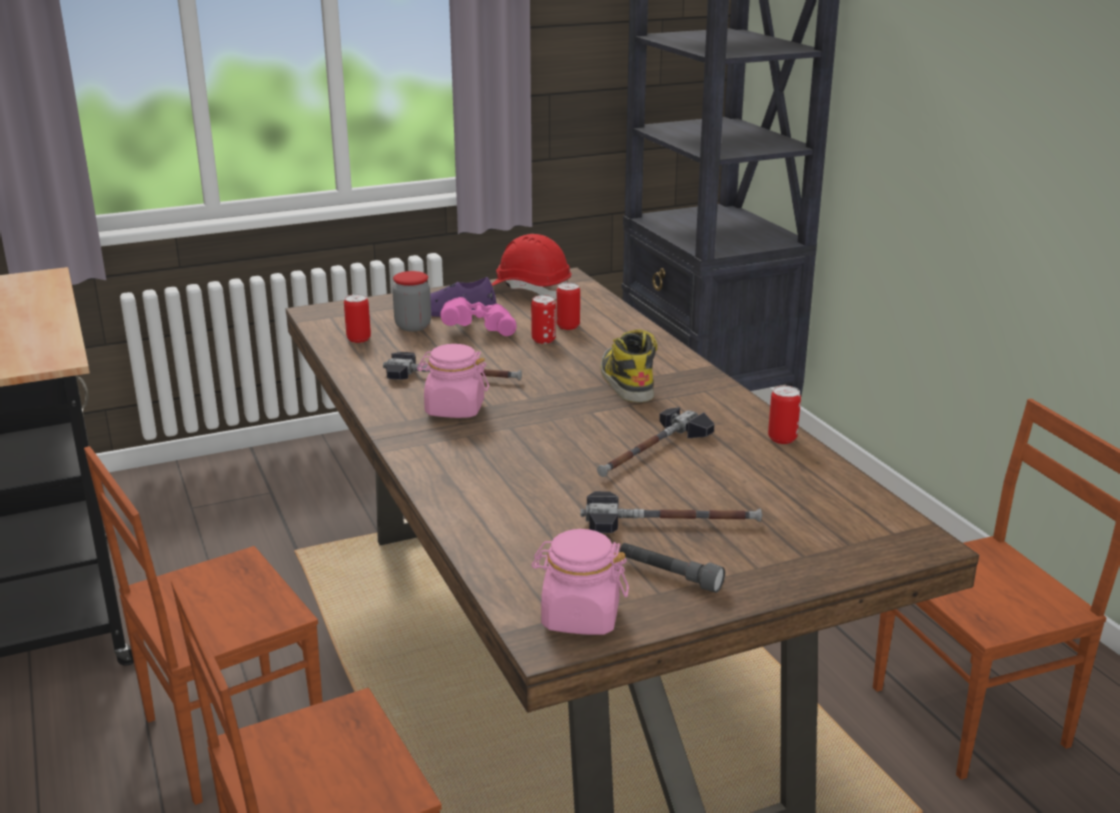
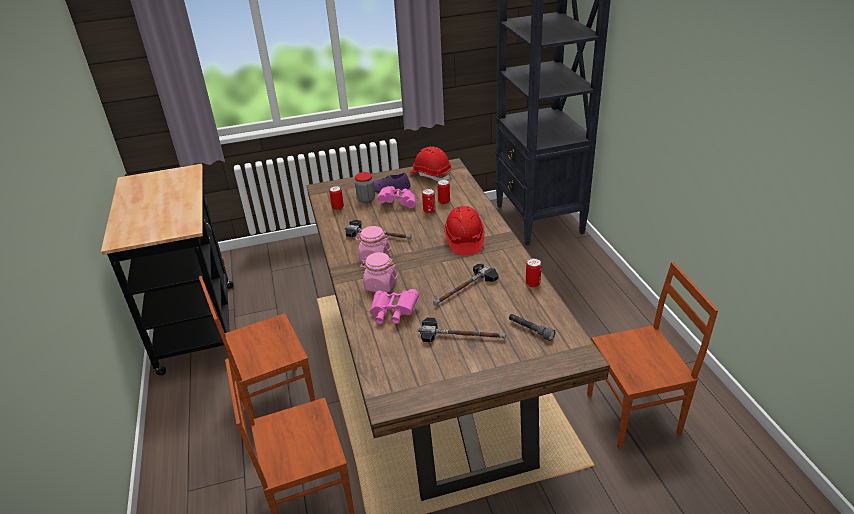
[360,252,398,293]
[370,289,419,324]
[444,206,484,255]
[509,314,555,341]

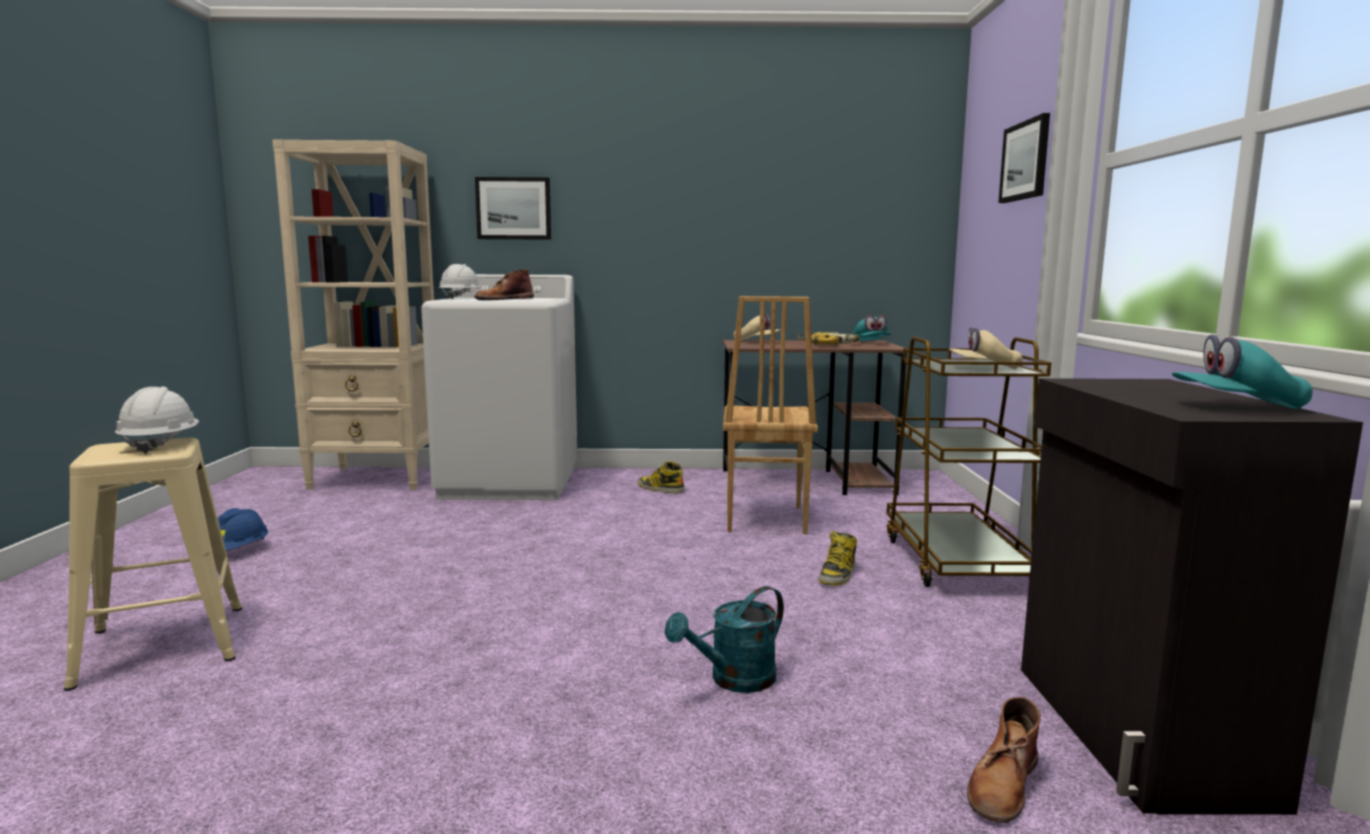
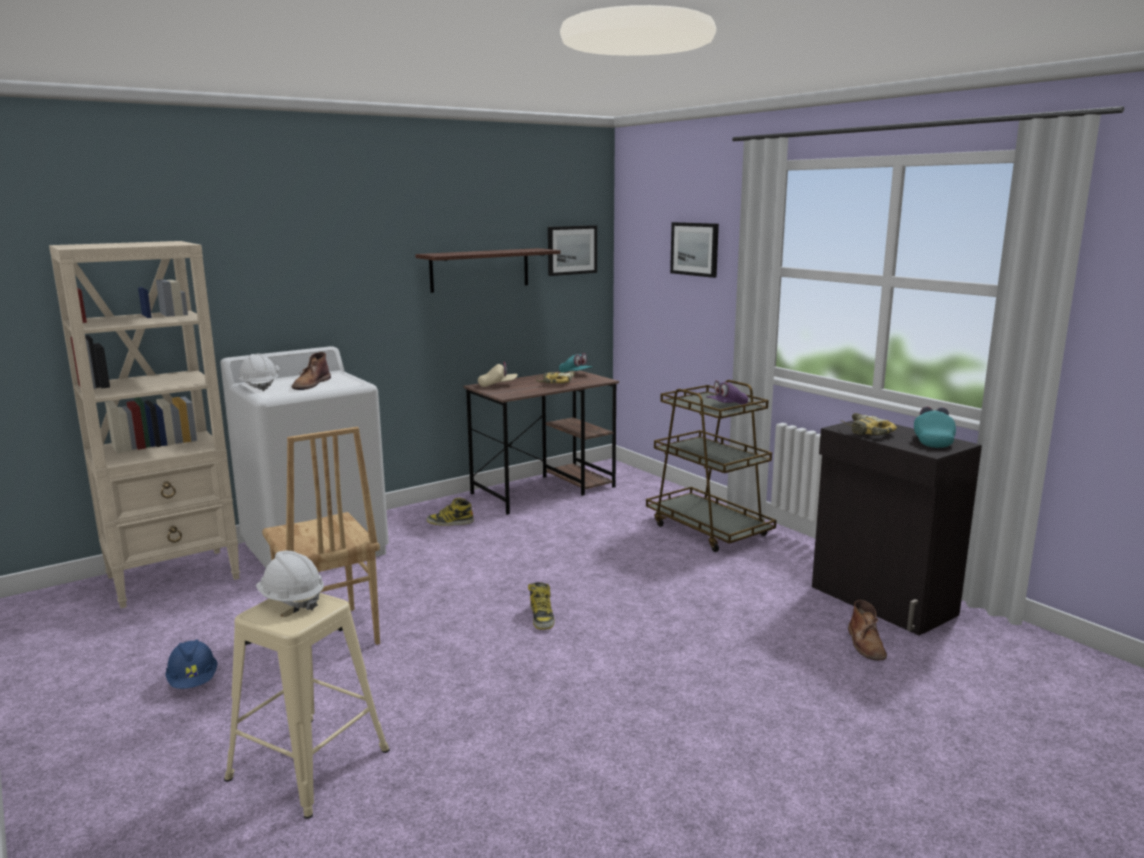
[262,427,380,645]
[415,248,561,293]
[528,582,555,630]
[548,225,597,276]
[707,380,748,405]
[840,413,897,435]
[914,407,956,448]
[665,586,784,693] (first image)

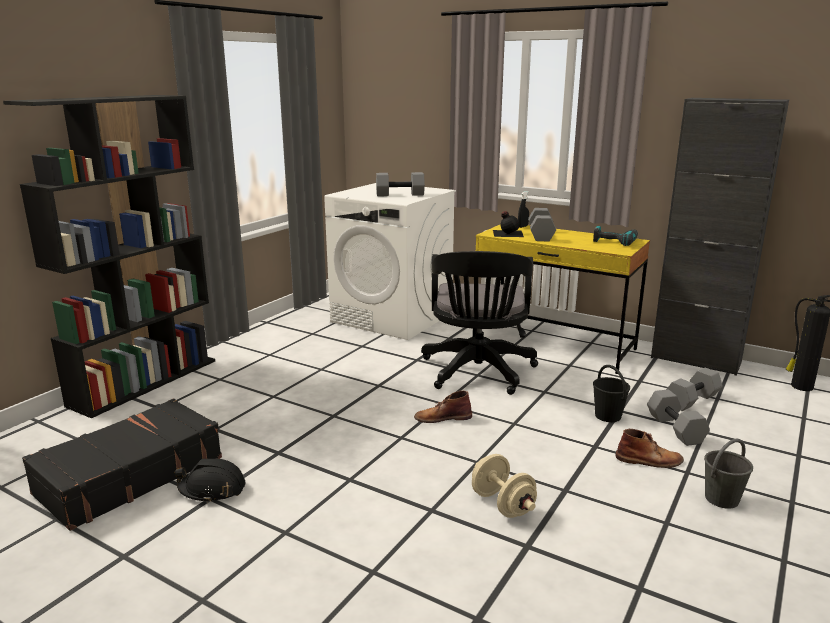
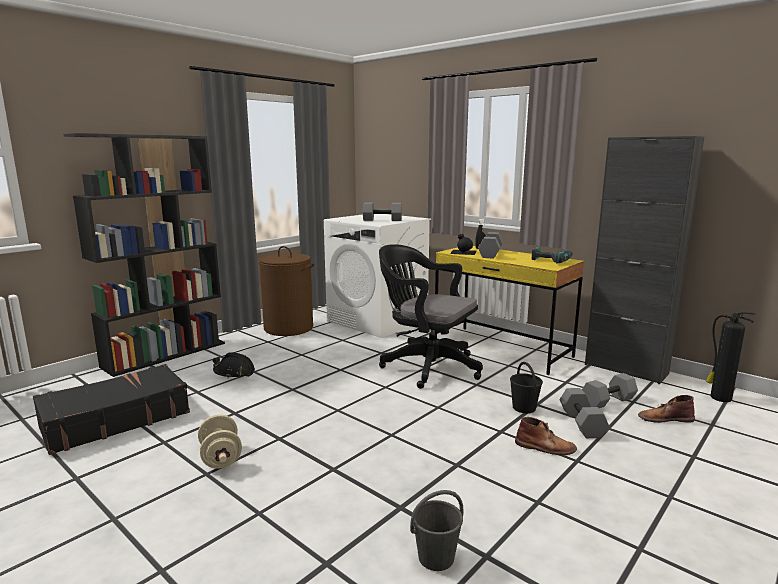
[198,414,242,469]
[212,353,255,378]
[258,246,314,336]
[379,244,483,389]
[410,490,463,571]
[638,395,695,423]

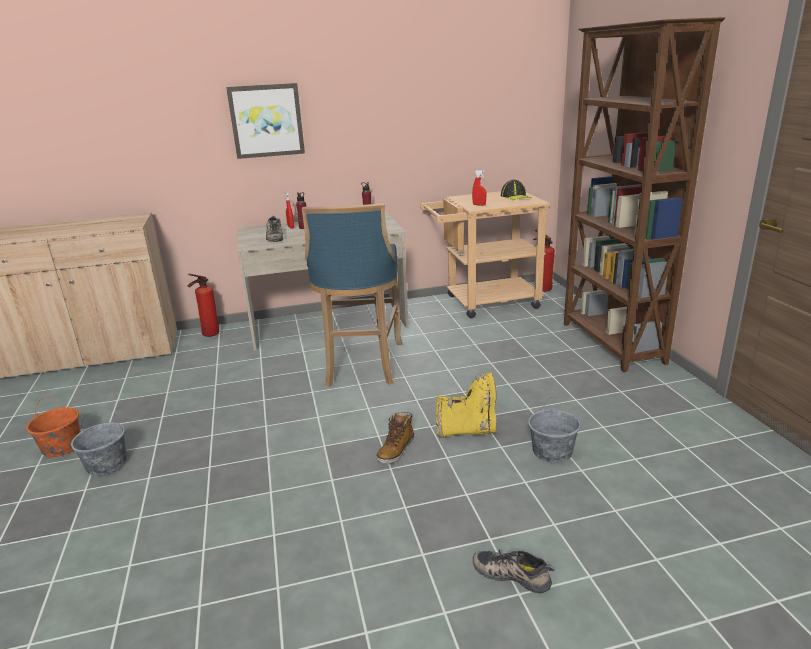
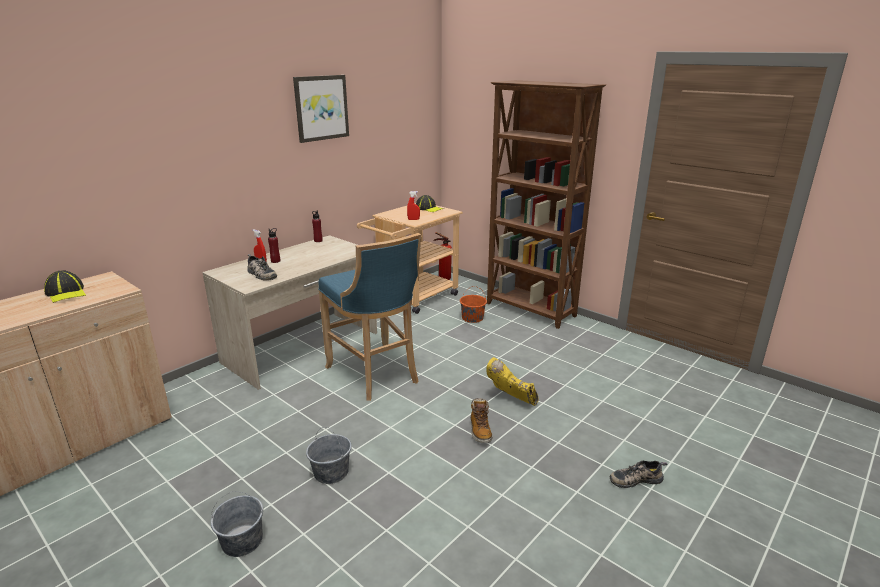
[44,271,86,303]
[293,75,349,143]
[306,427,351,484]
[460,286,487,323]
[486,357,539,406]
[187,273,219,337] (first image)

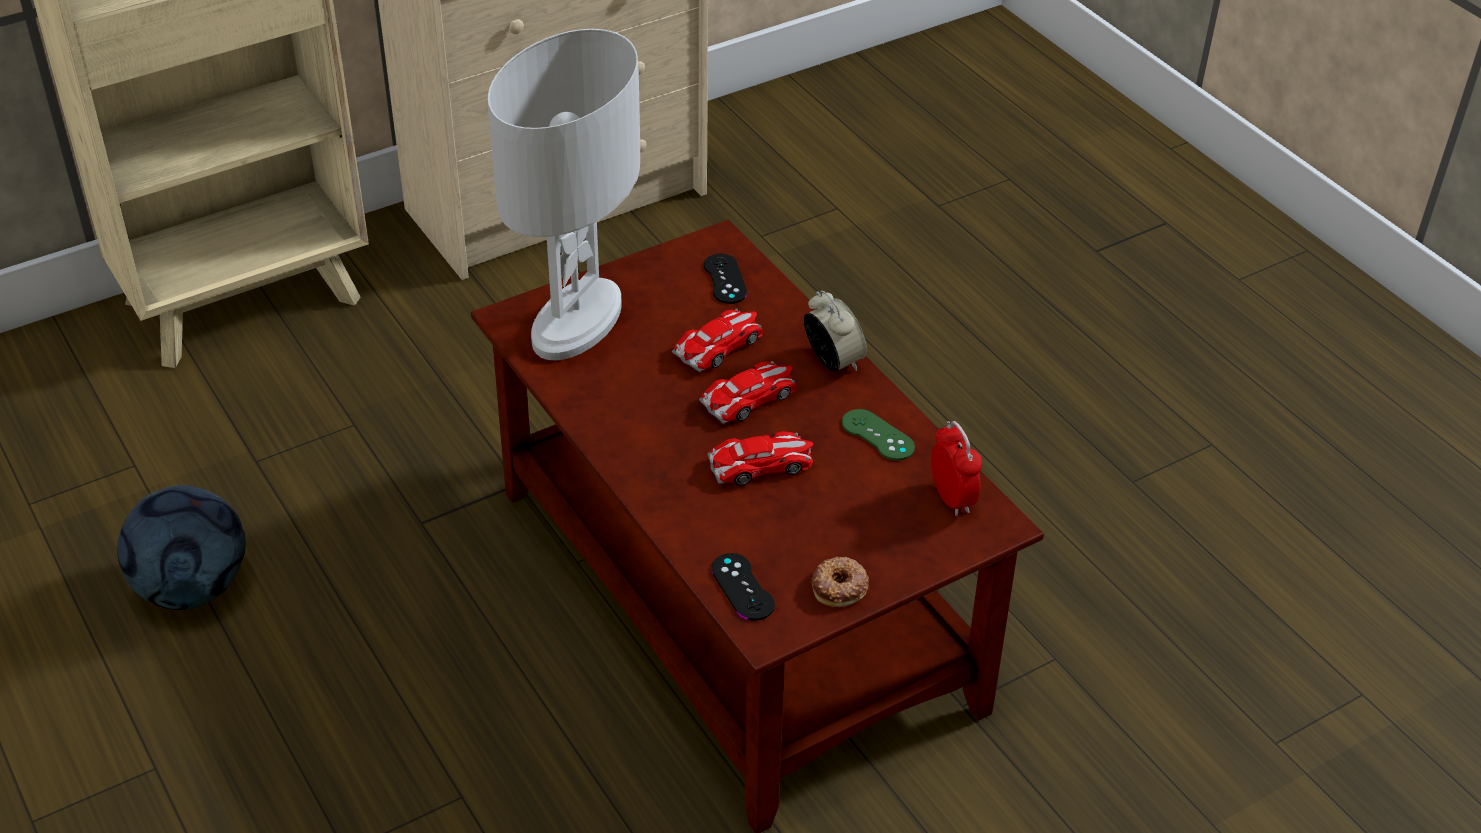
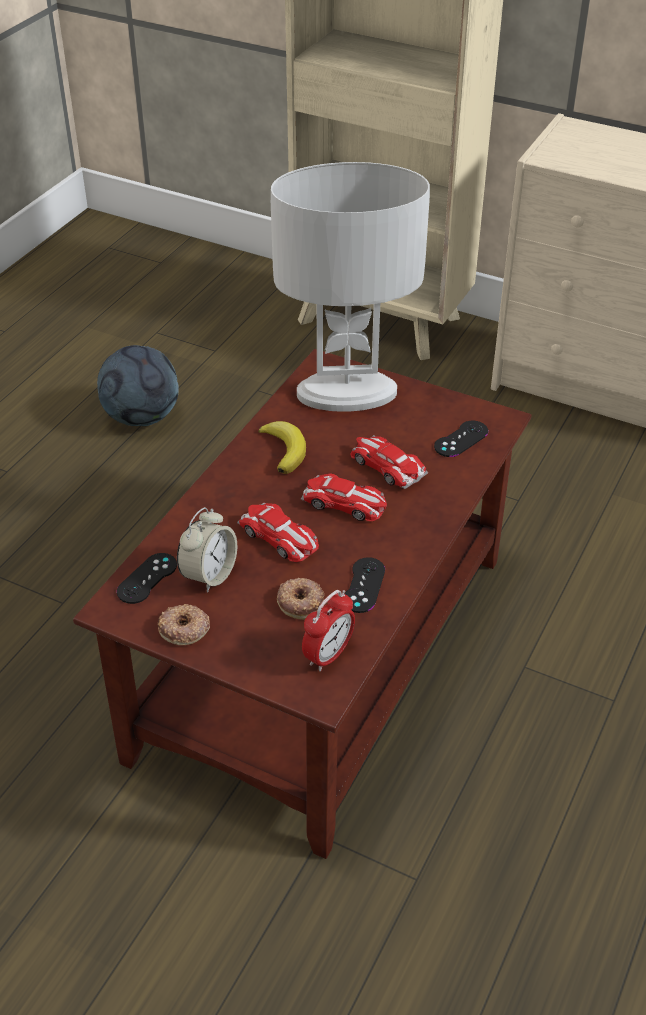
[177,507,237,593]
[258,421,306,474]
[277,578,324,620]
[344,557,385,613]
[350,435,428,489]

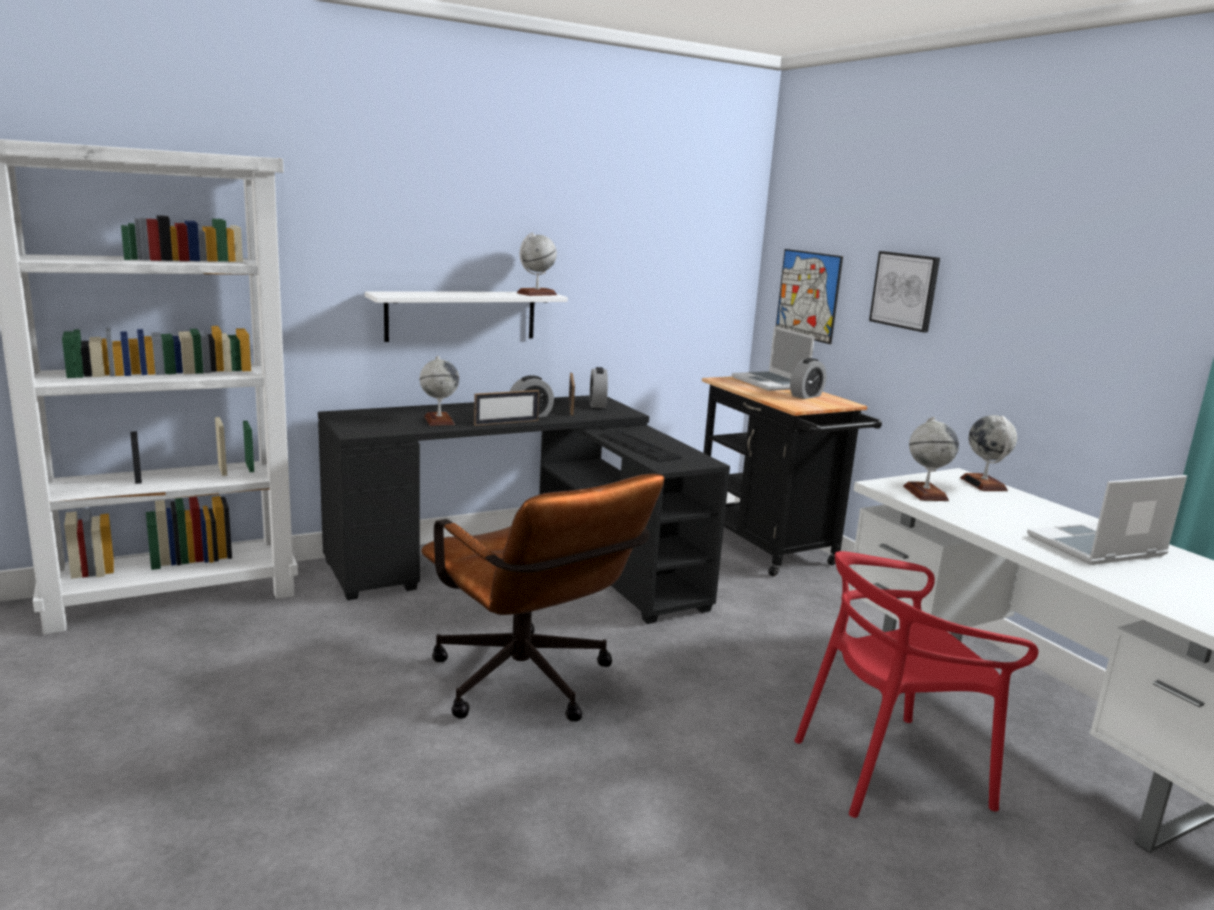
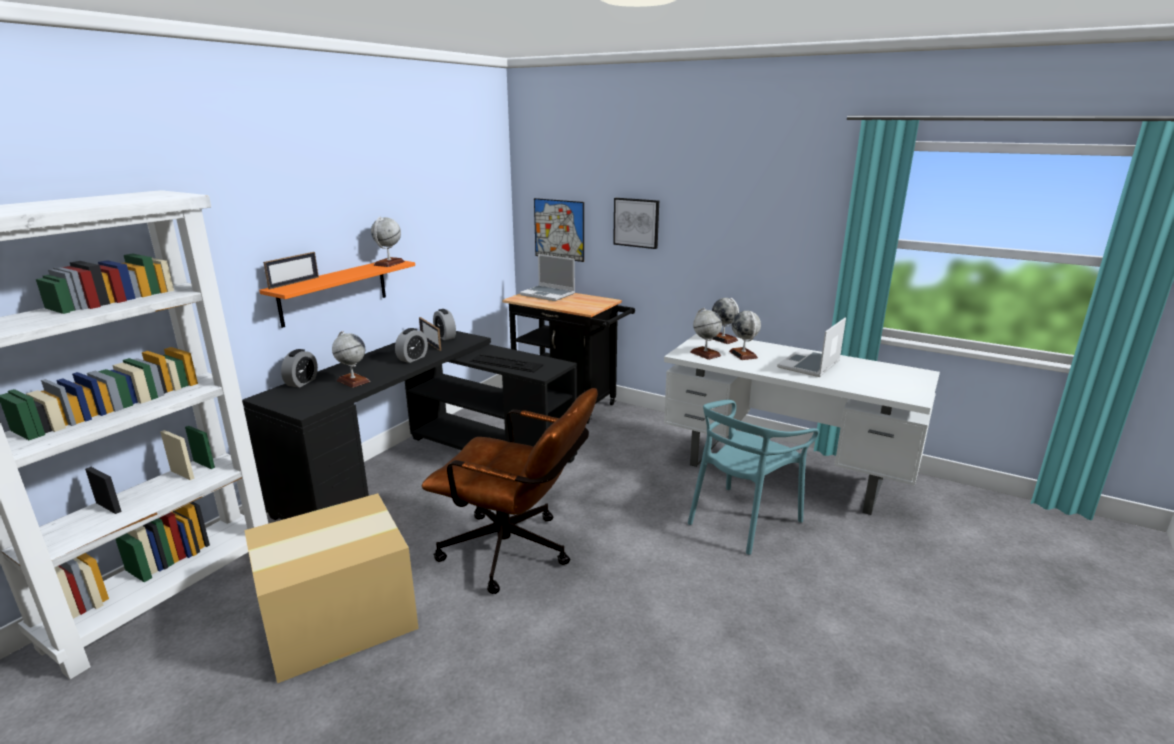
[244,493,419,683]
[259,261,415,328]
[263,252,319,289]
[281,349,318,388]
[688,400,819,555]
[729,311,761,360]

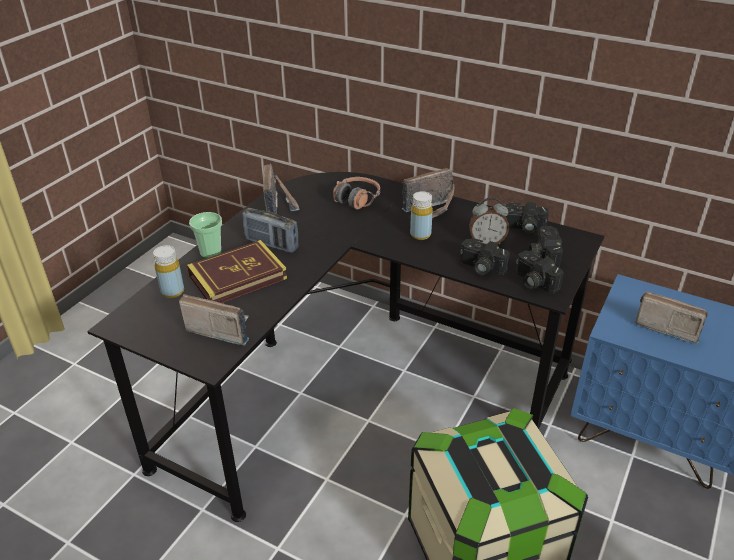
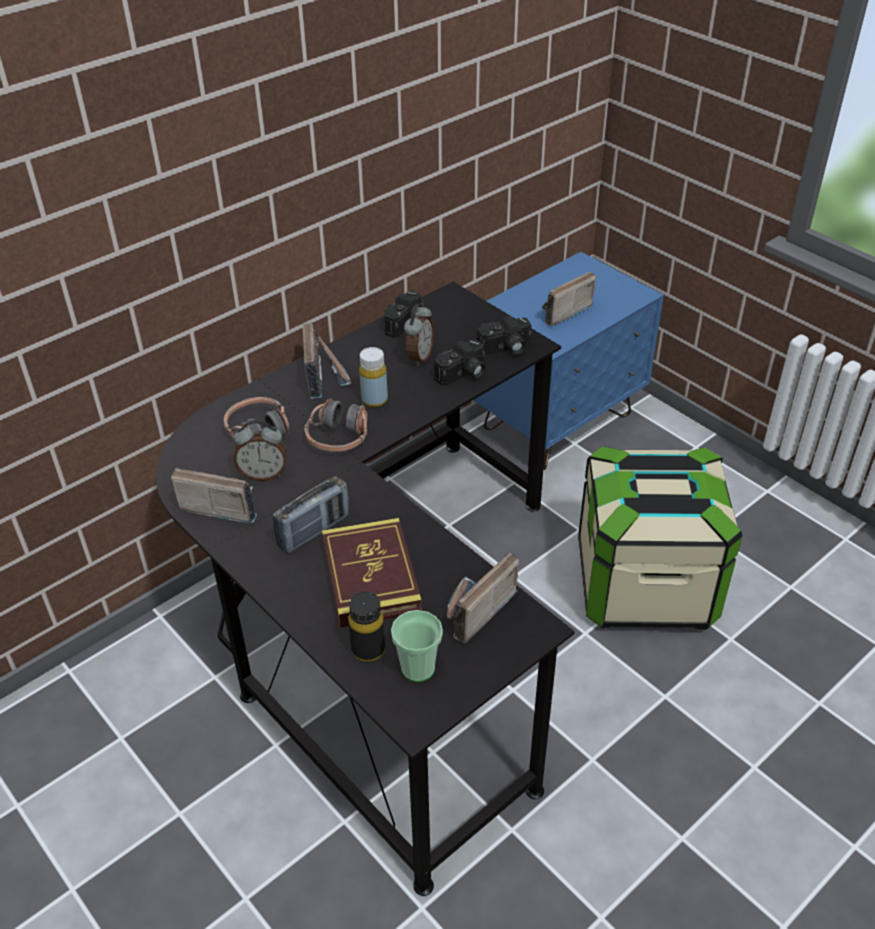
[234,420,287,481]
[304,399,368,452]
[349,591,385,662]
[391,610,443,682]
[529,226,563,268] (first image)

